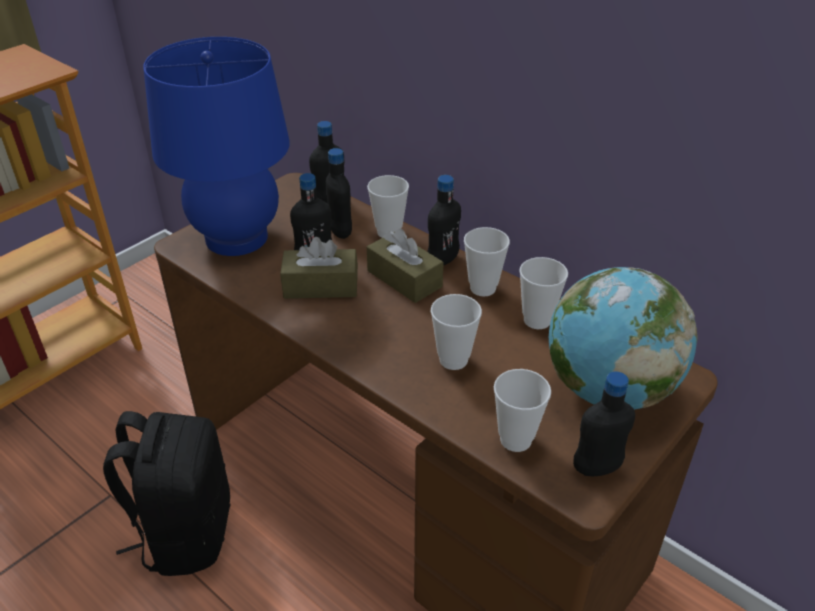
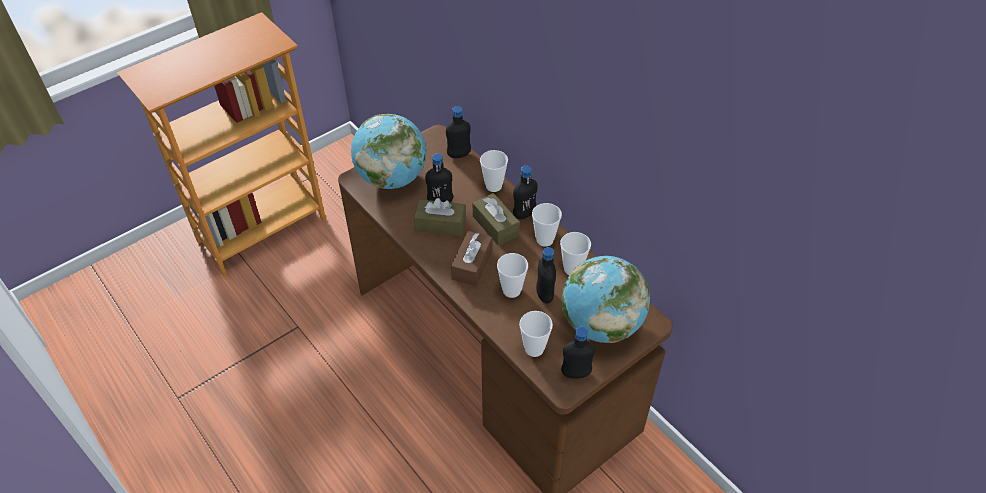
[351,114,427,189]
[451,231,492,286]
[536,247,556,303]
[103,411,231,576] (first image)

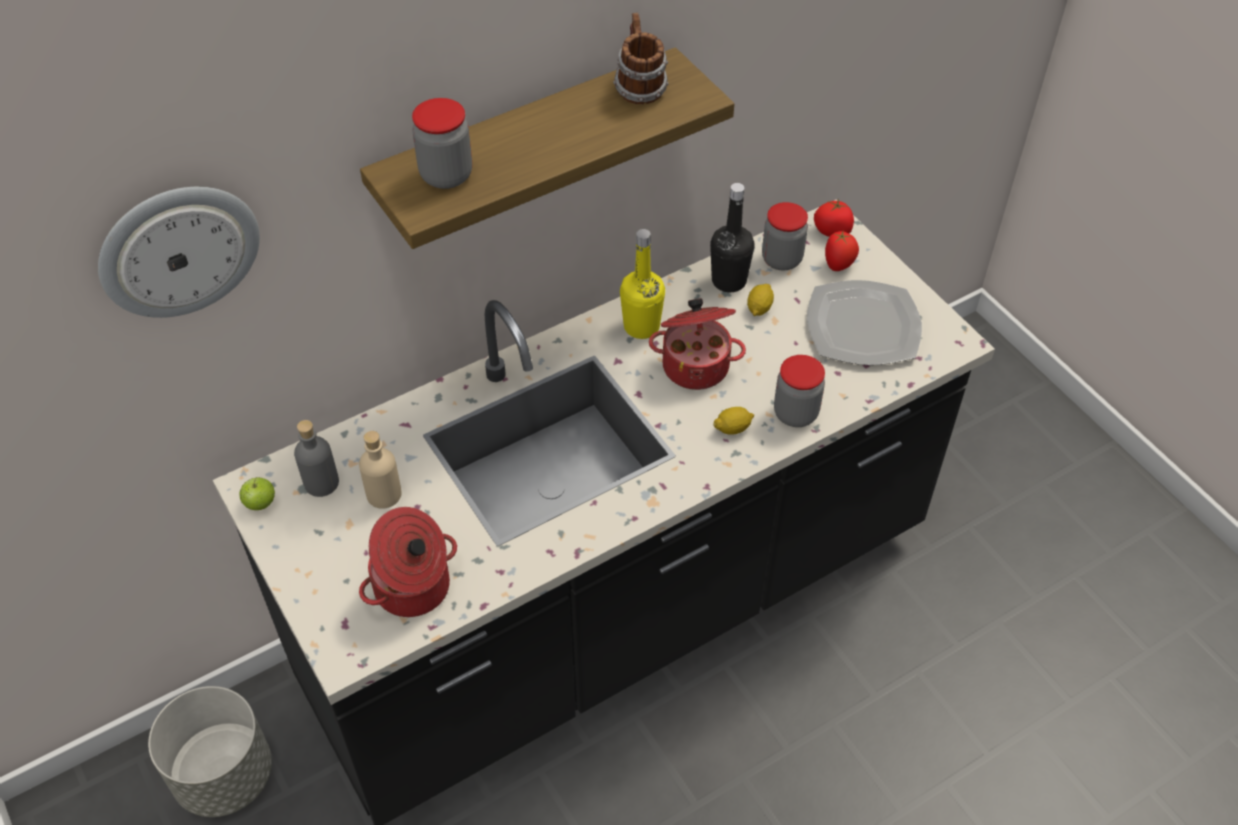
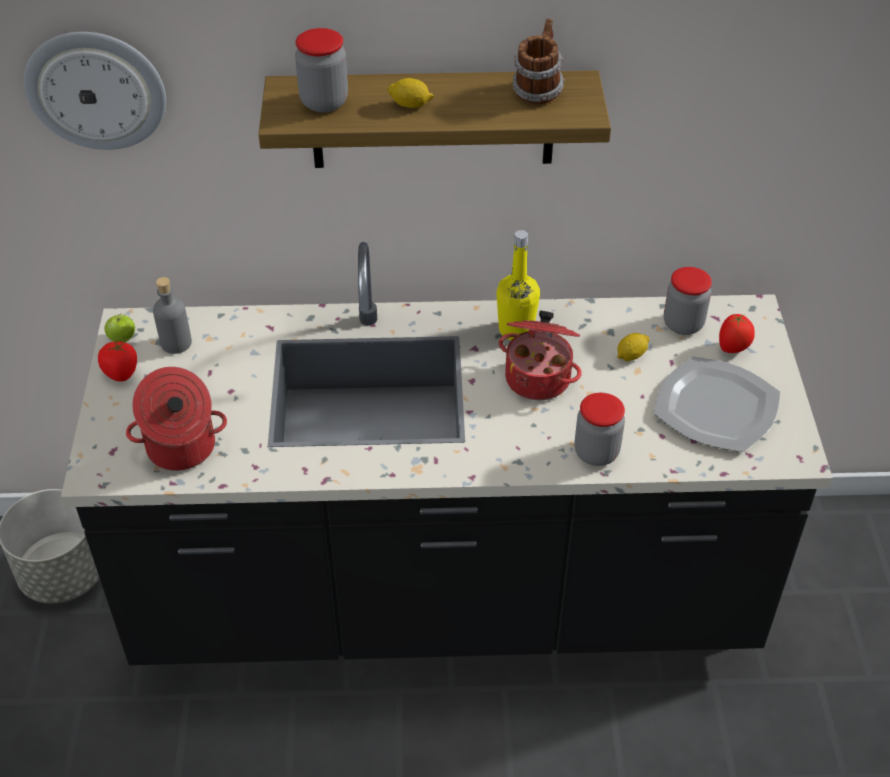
[98,340,137,382]
[387,78,434,108]
[359,431,402,509] (first image)
[710,183,755,292] (first image)

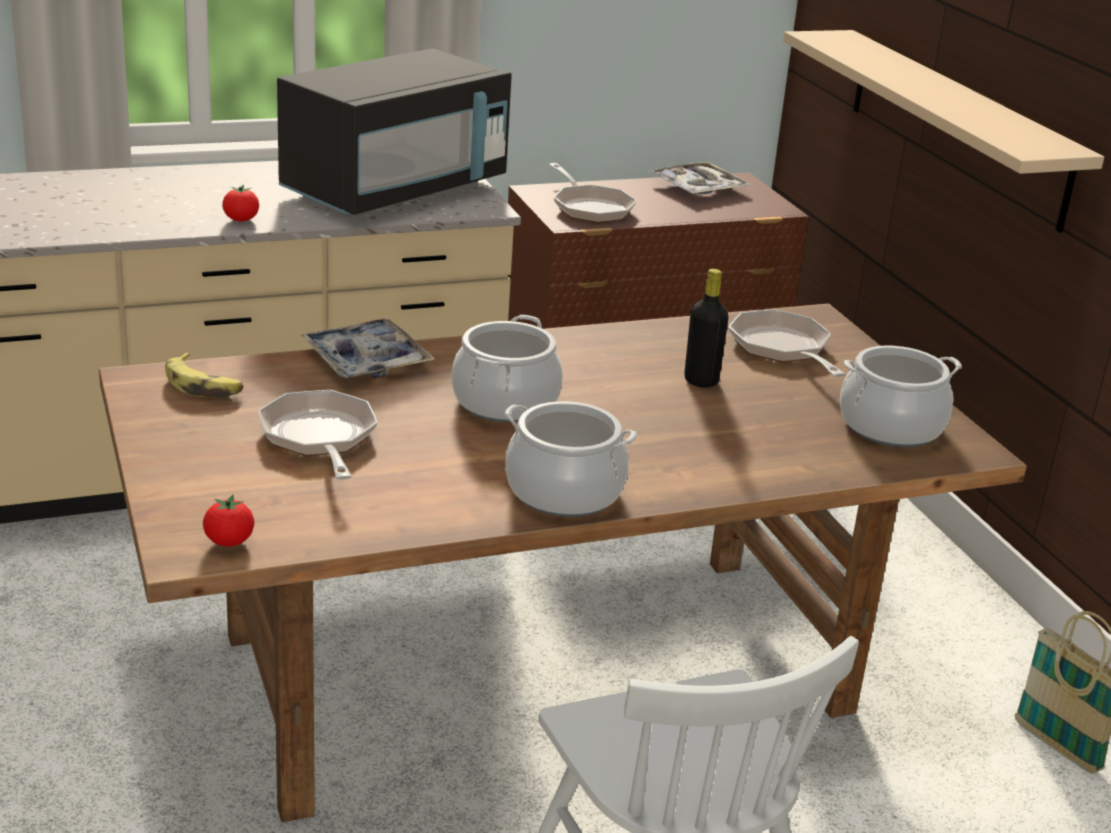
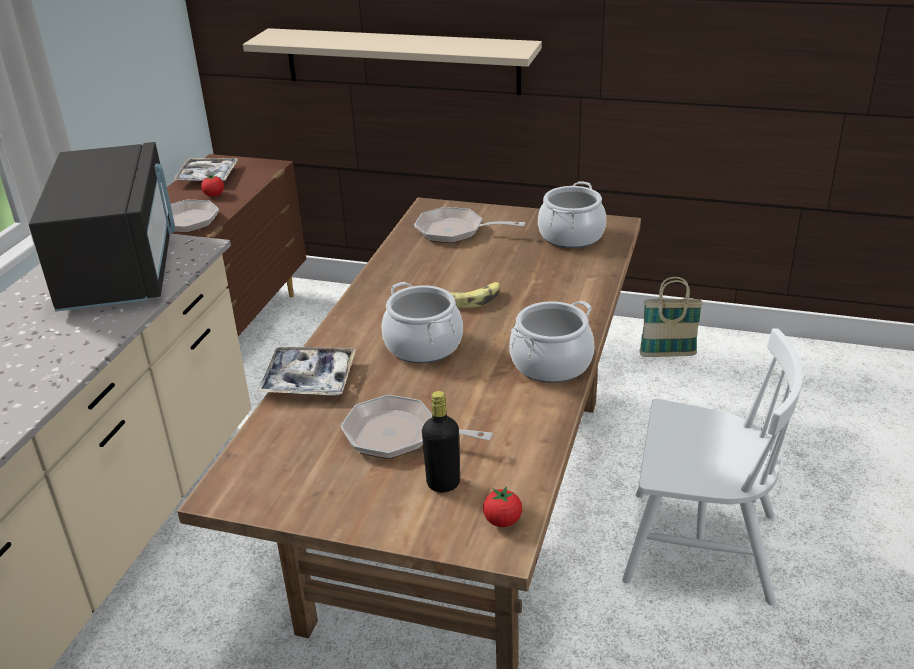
[201,174,224,197]
[422,391,460,492]
[450,282,500,308]

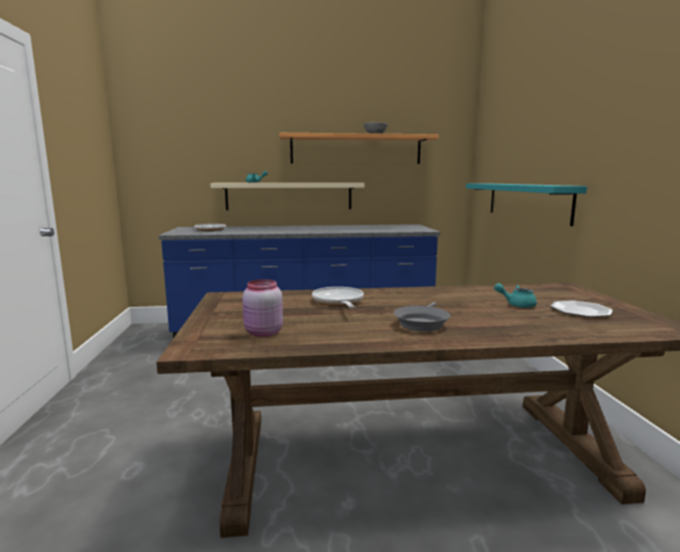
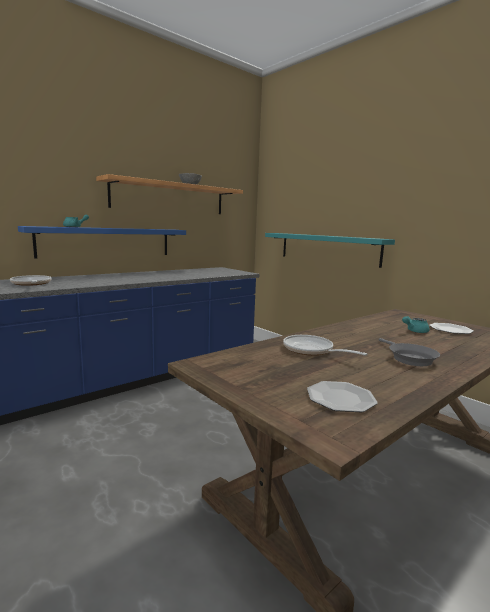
[18,226,186,259]
[307,381,378,412]

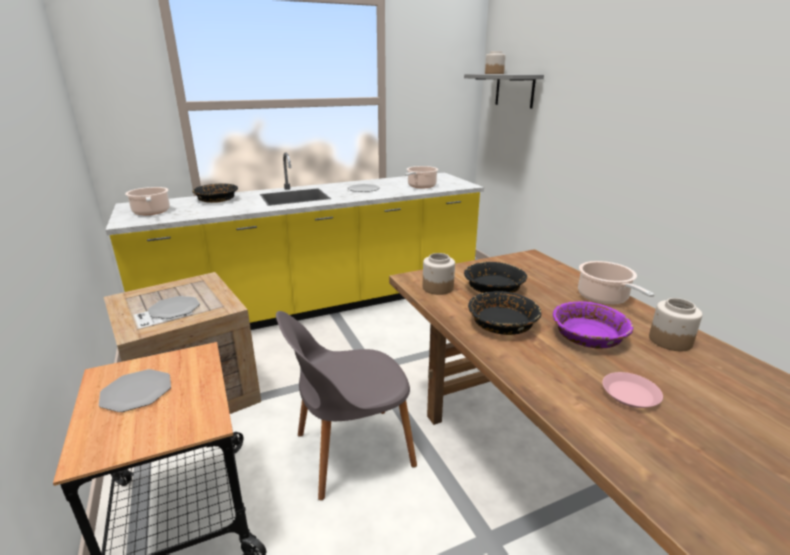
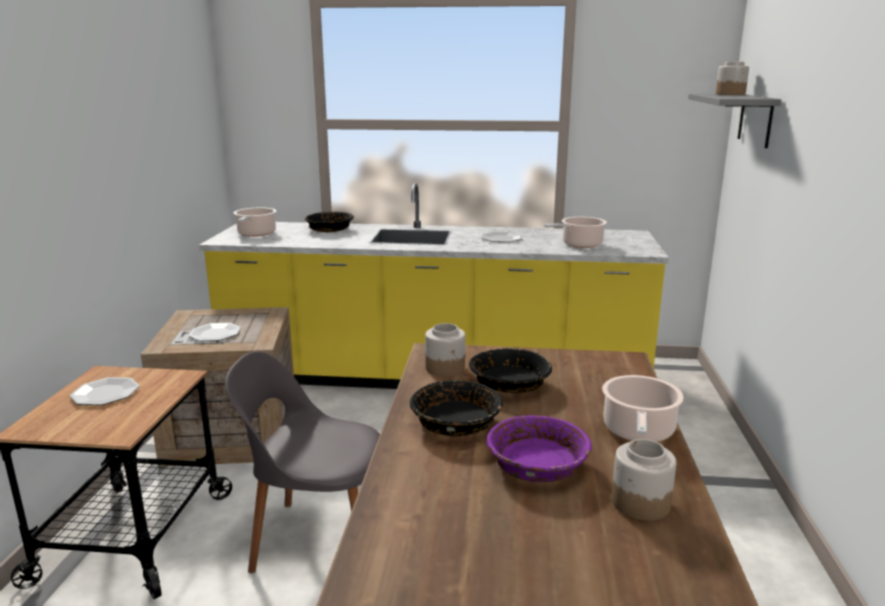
[602,372,663,408] (first image)

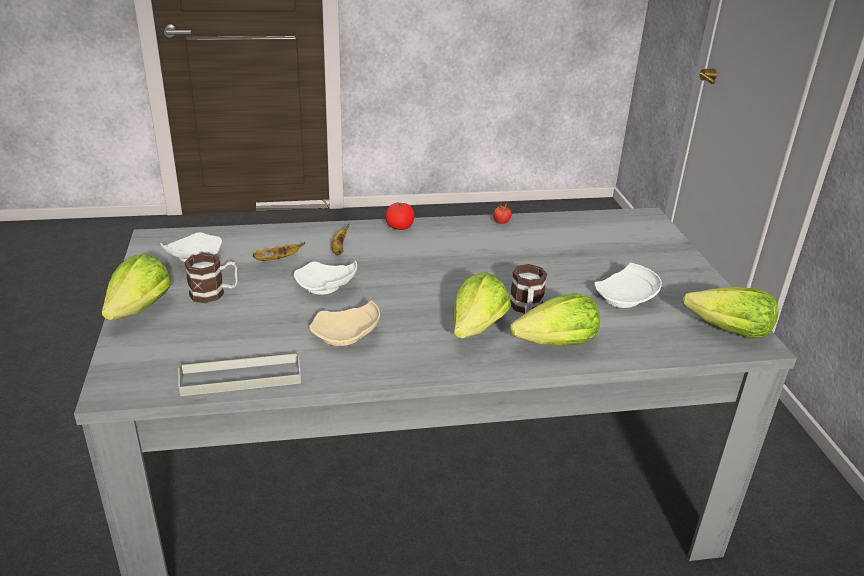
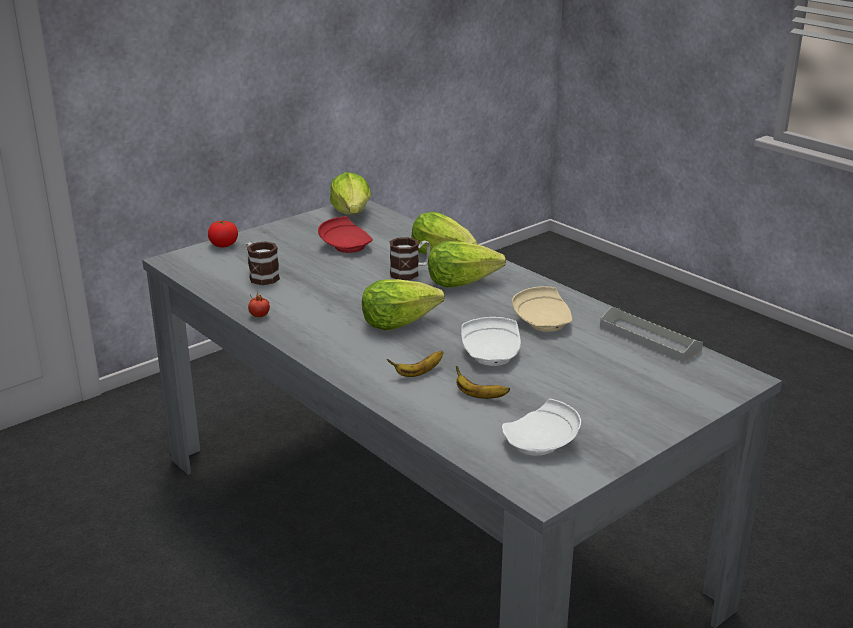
[208,220,238,247]
[245,241,280,285]
[318,216,373,253]
[362,279,444,330]

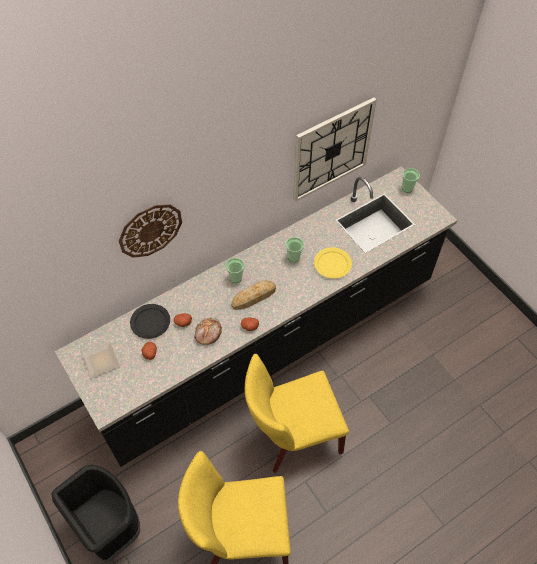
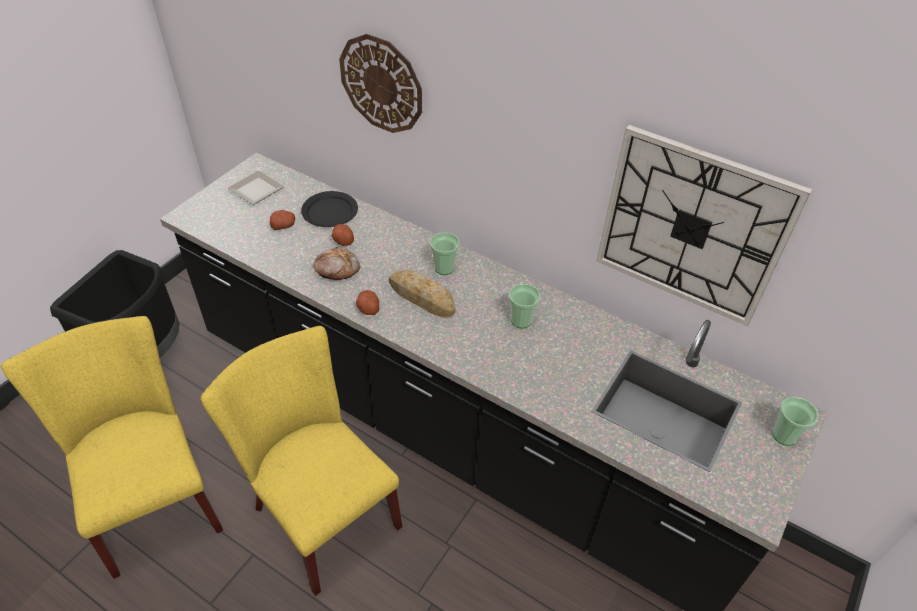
[314,247,352,279] (first image)

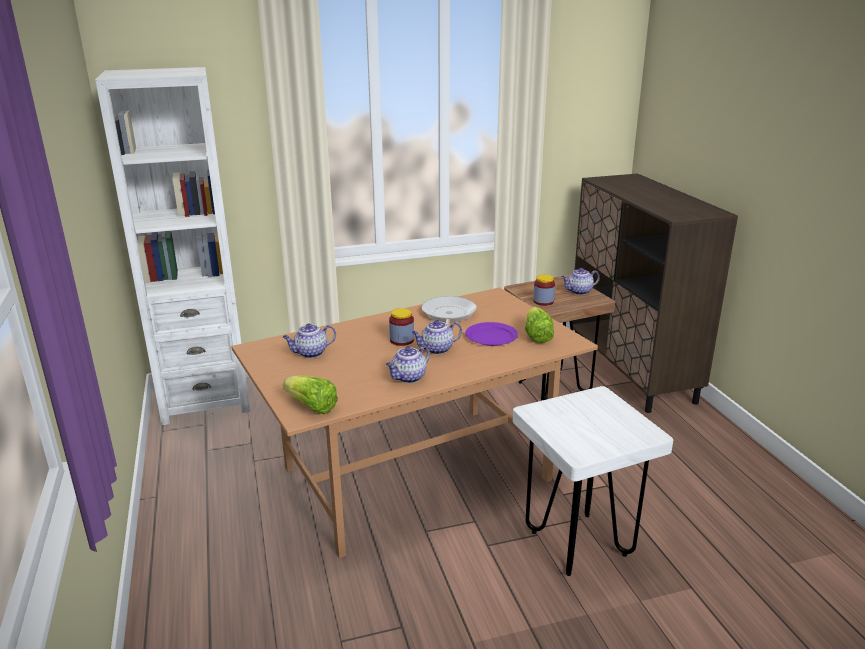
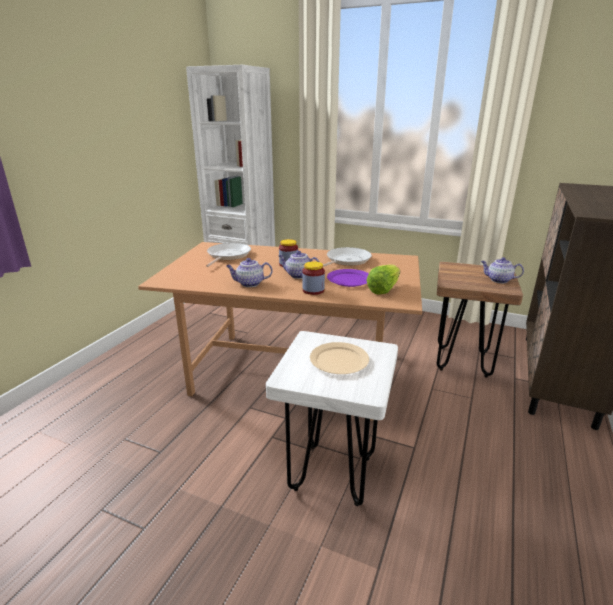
[206,243,251,267]
[302,261,325,295]
[310,342,369,374]
[283,376,338,414] (first image)

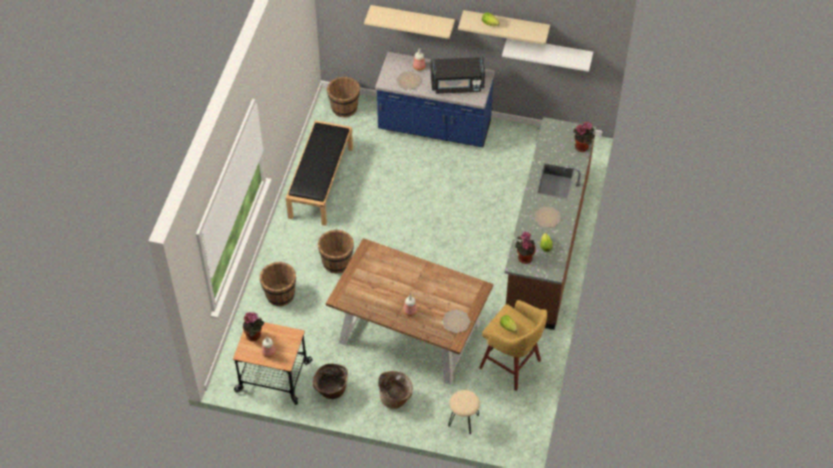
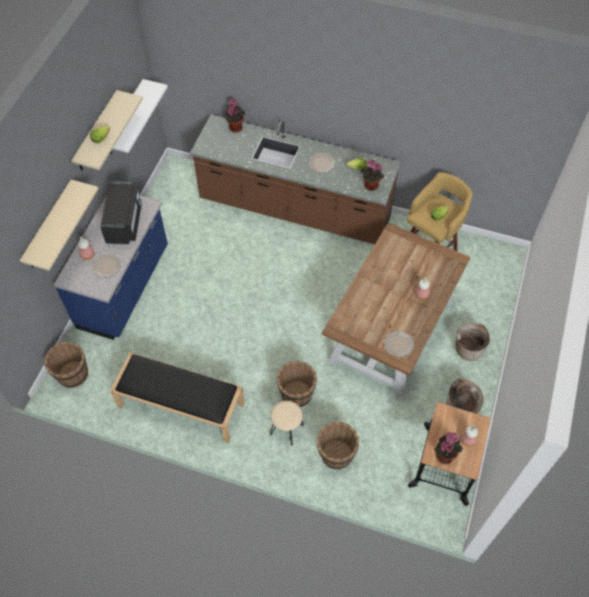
[270,401,304,446]
[383,330,414,357]

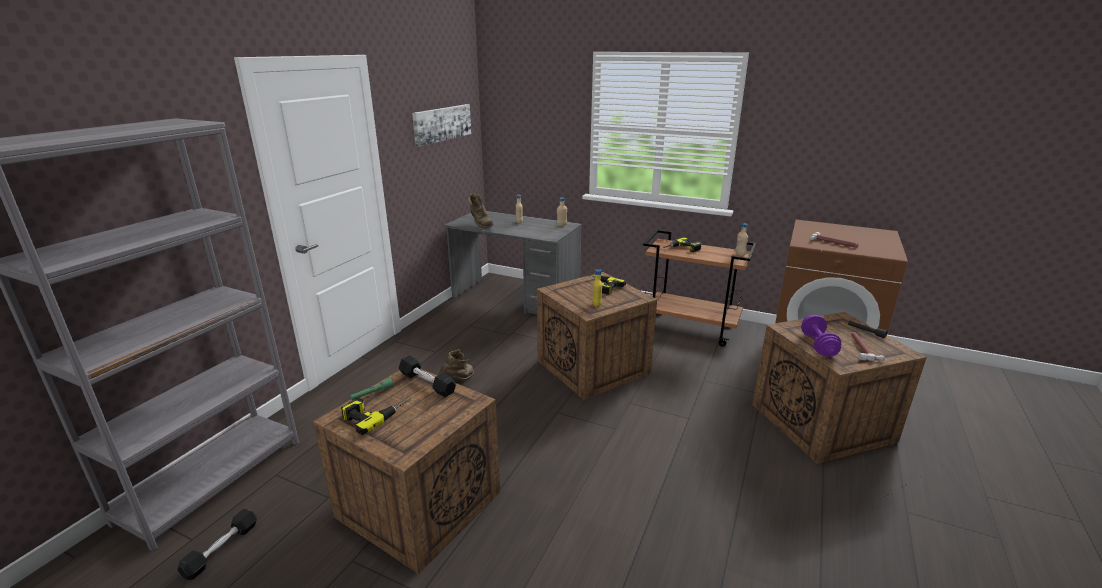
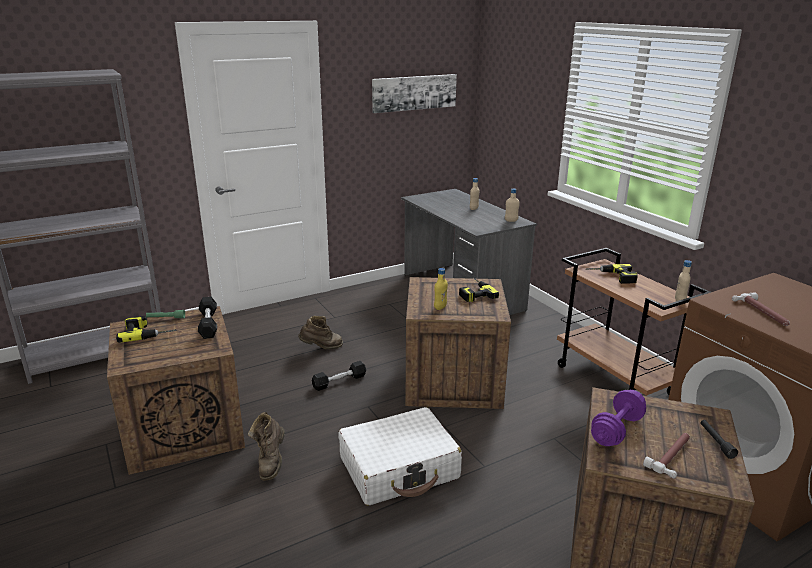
[248,412,285,481]
[312,361,366,391]
[338,407,462,506]

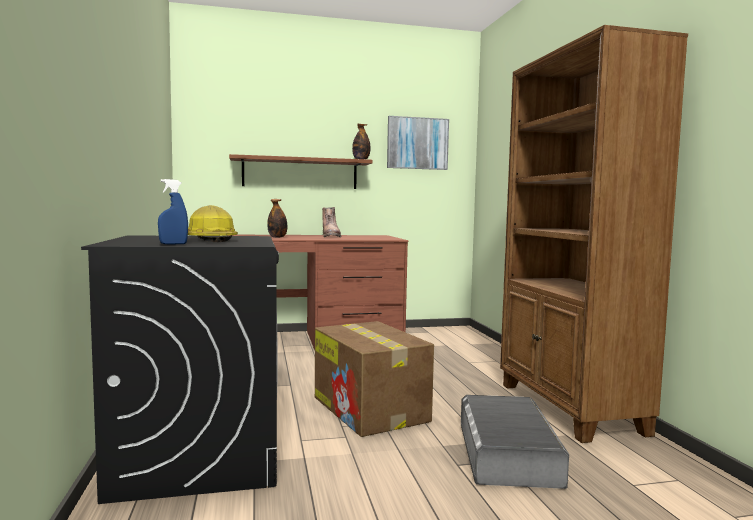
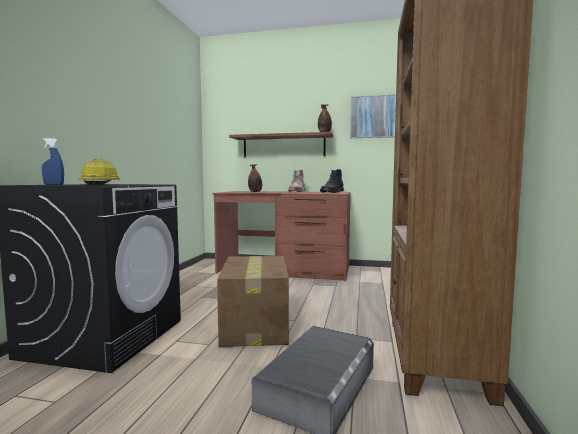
[320,169,344,193]

